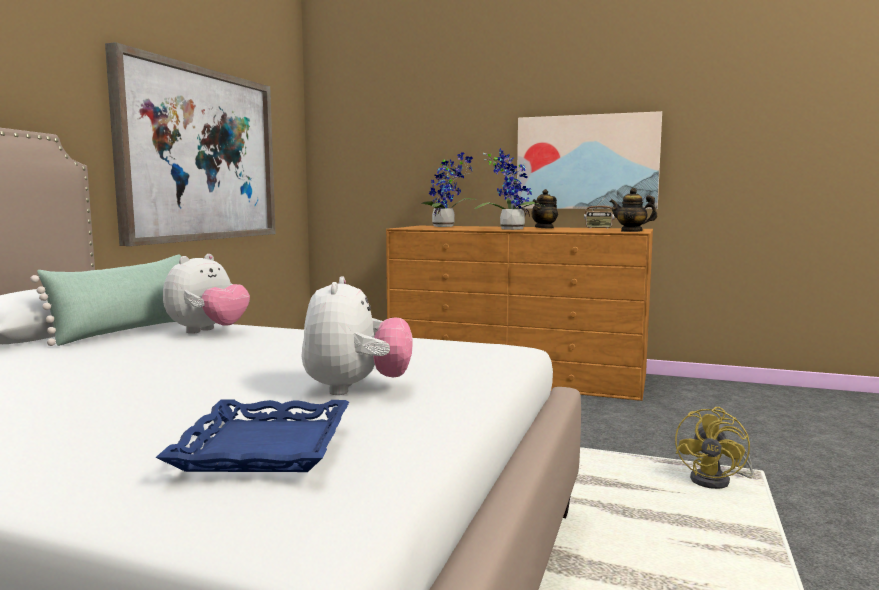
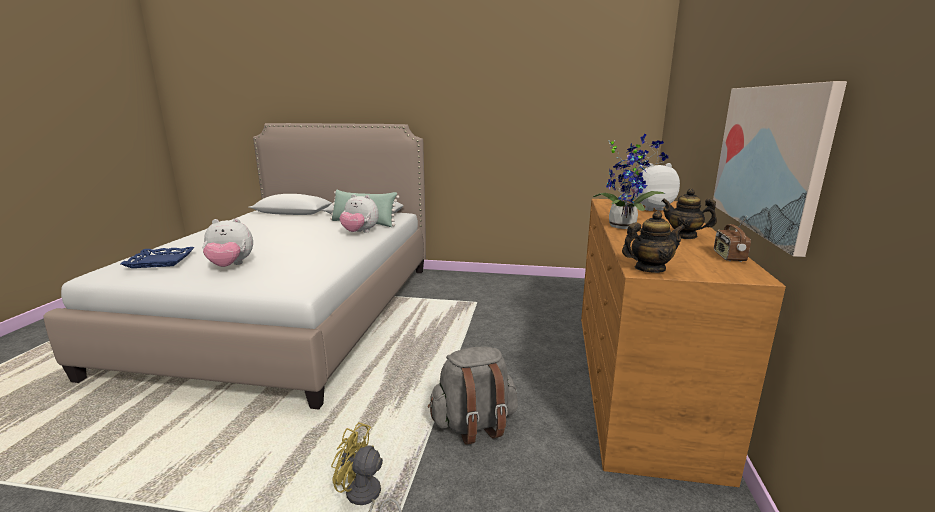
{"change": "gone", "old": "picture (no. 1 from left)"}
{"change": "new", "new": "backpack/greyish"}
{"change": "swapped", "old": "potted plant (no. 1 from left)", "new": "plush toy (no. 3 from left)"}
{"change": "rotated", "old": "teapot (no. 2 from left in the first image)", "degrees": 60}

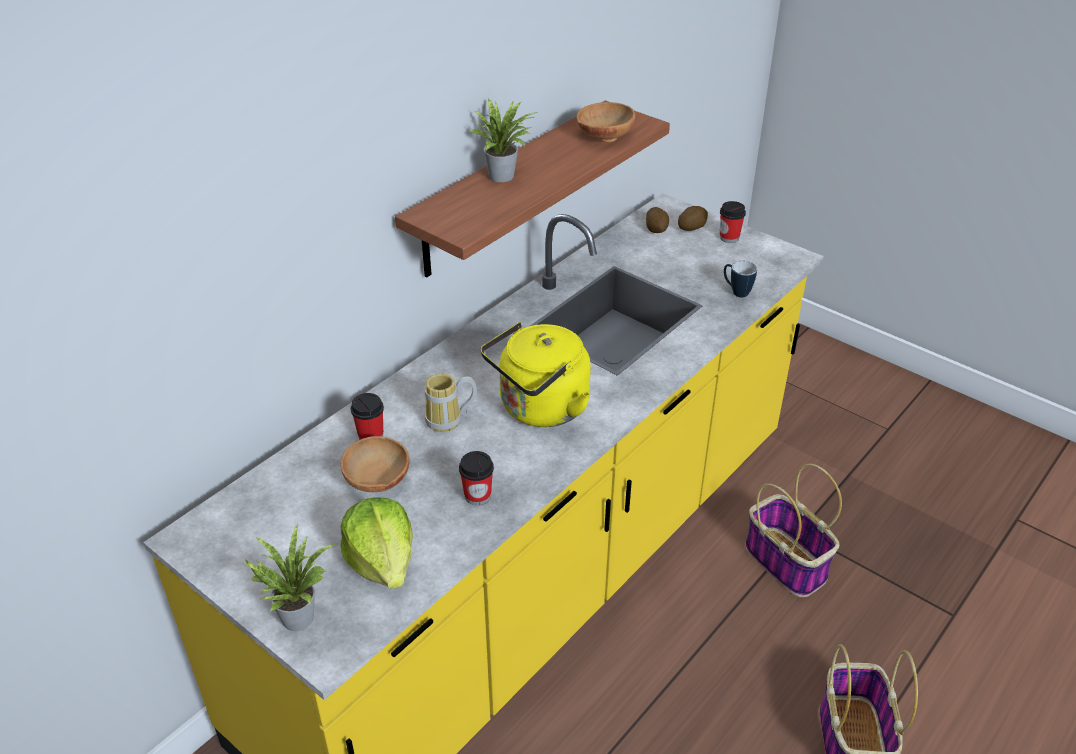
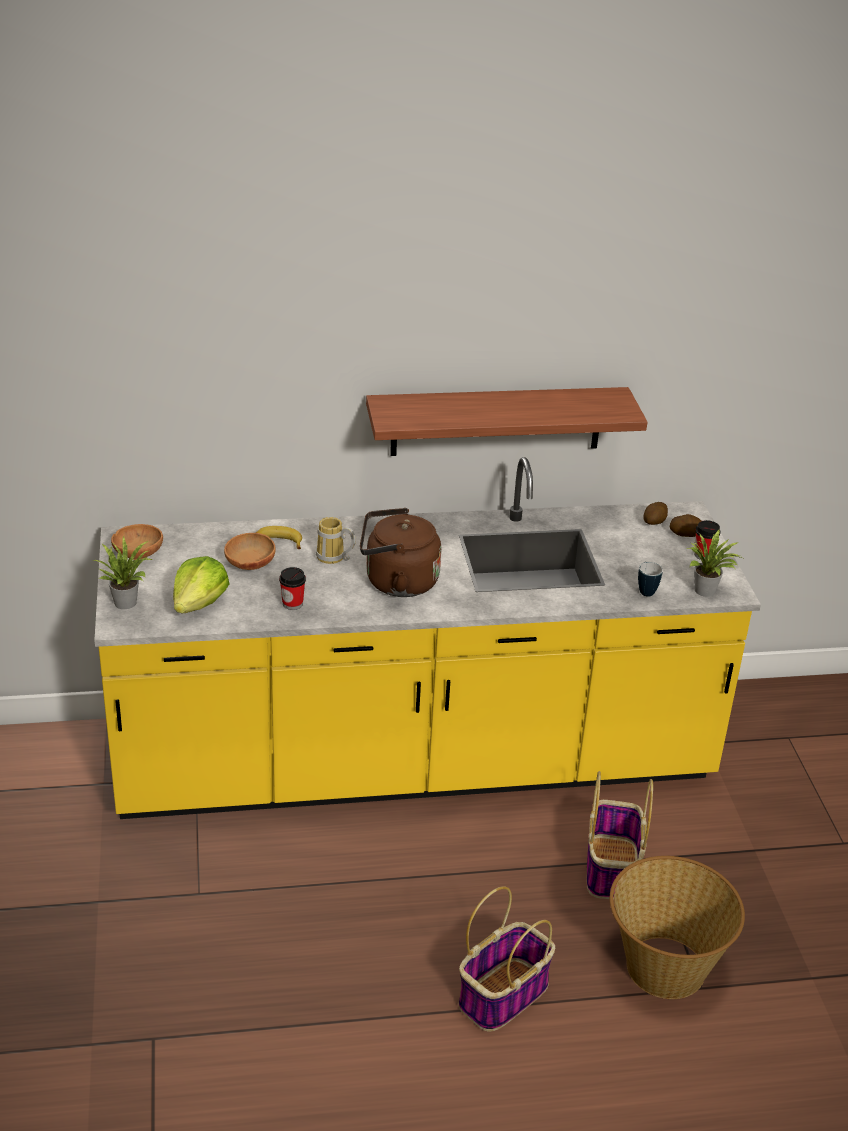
{"change": "new", "new": "household basket (no. 3 from left)"}
{"change": "shifted", "old": "potted plant (no. 2 from left)"}
{"change": "shifted", "old": "deep dish/brownish (no. 2 from left in the first image)", "new": "deep dish/brownish (no. 1 from left)"}
{"change": "swapped", "old": "cup (no. 1 from left)", "new": "whole banana"}
{"change": "repainted", "old": "kettle/yellow-coloured", "new": "kettle/brownish"}

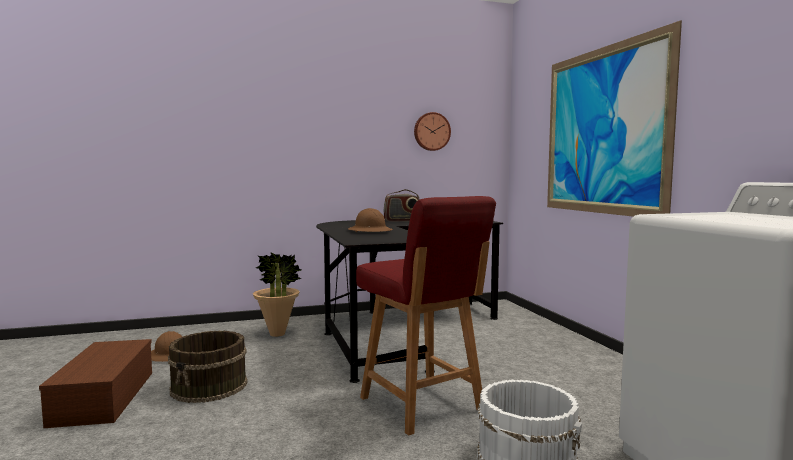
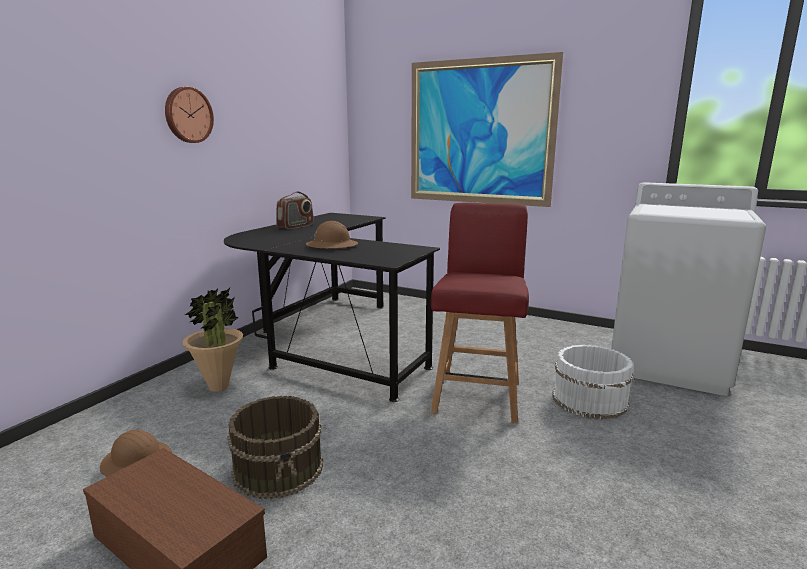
{"change": "shifted", "old": "clock on the wall"}
{"change": "rotated", "old": "upright chair/red-coloured", "degrees": -90}

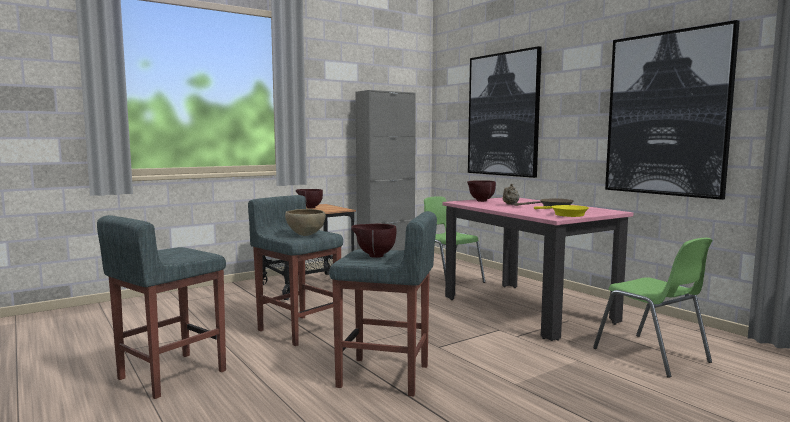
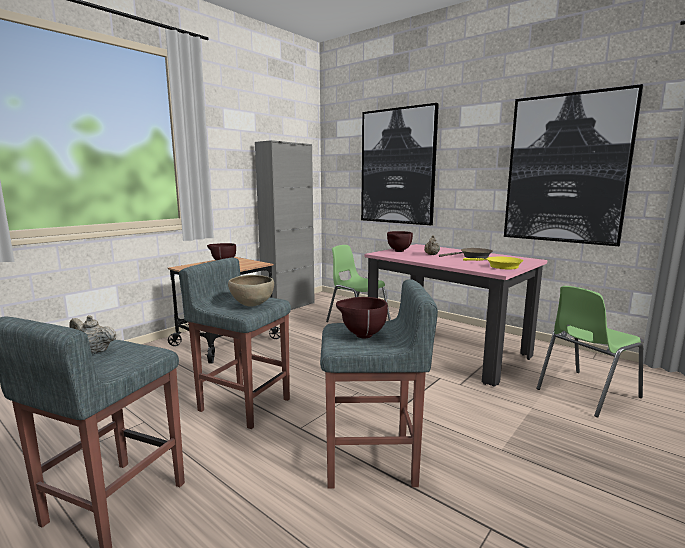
{"change": "new", "new": "teapot/beige-coloured (no. 1 from left)"}
{"change": "rotated", "old": "upright chair/greenish (no. 2 from left)", "degrees": 105}

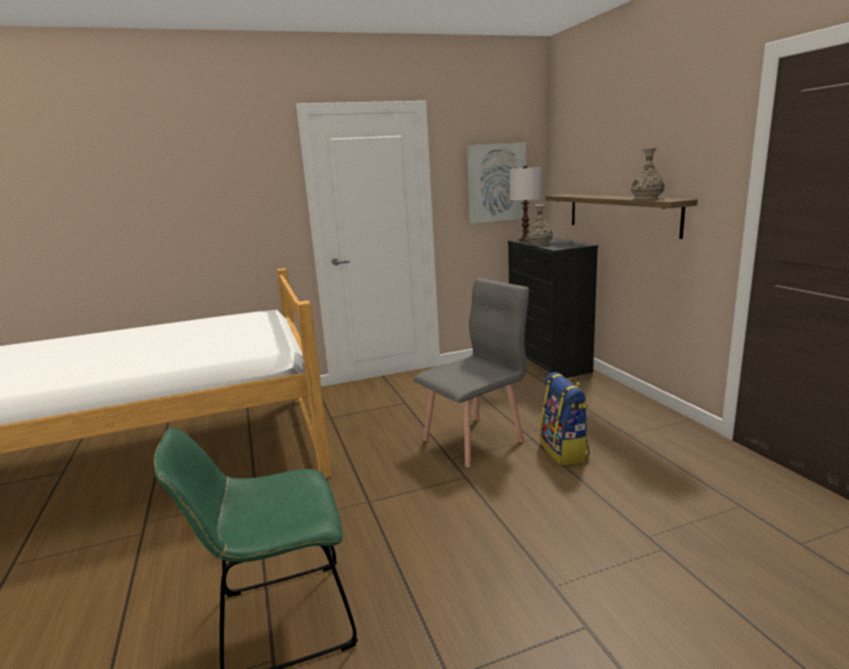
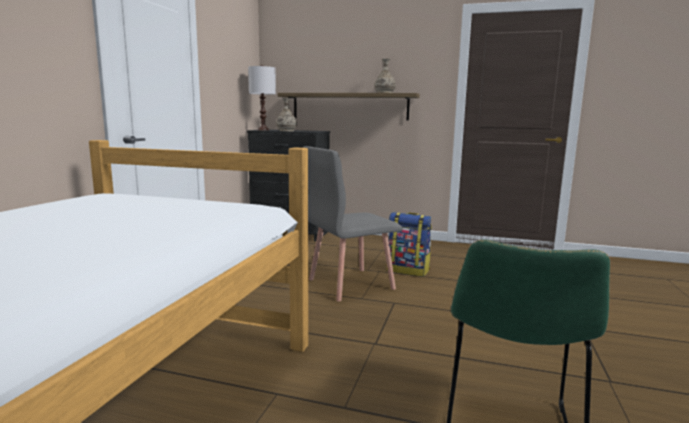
{"change": "gone", "old": "picture"}
{"change": "rotated", "old": "upright chair/greyish", "degrees": -120}

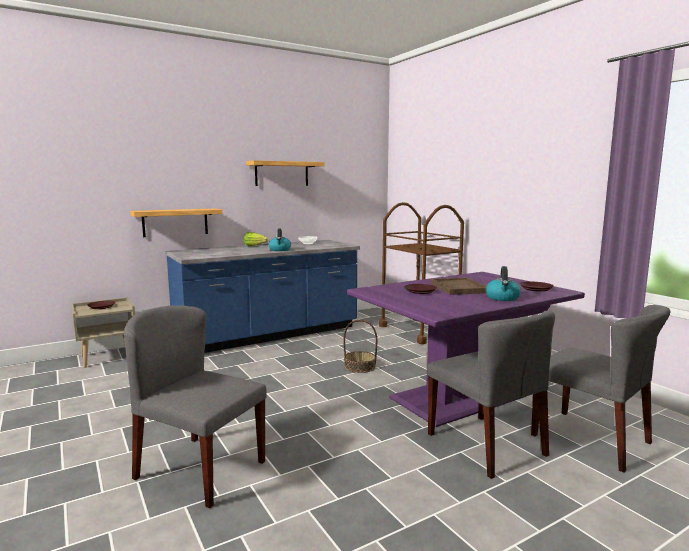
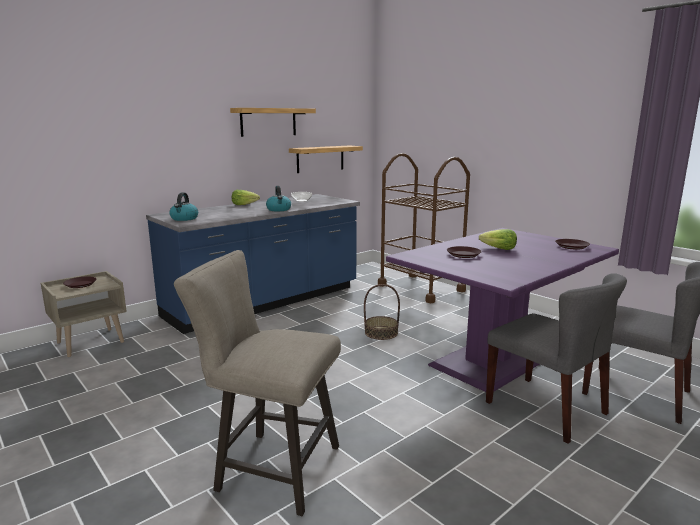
{"change": "shifted", "old": "shelf (no. 1 from left in the first image)", "new": "shelf (no. 2 from left)"}
{"change": "shifted", "old": "kettle (no. 2 from left in the first image)", "new": "kettle (no. 1 from left)"}
{"change": "swapped", "old": "upright chair/greyish (no. 1 from left)", "new": "stool/beige-coloured"}
{"change": "swapped", "old": "carrying tray/brownish", "new": "lettuce (no. 2 from left)"}

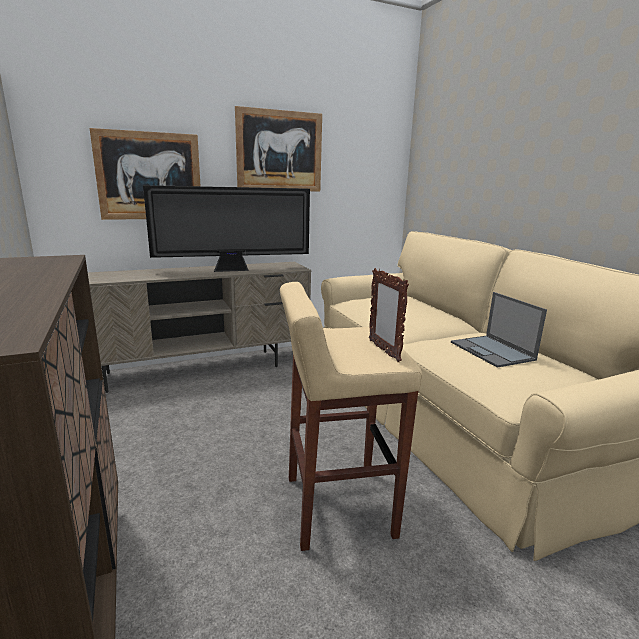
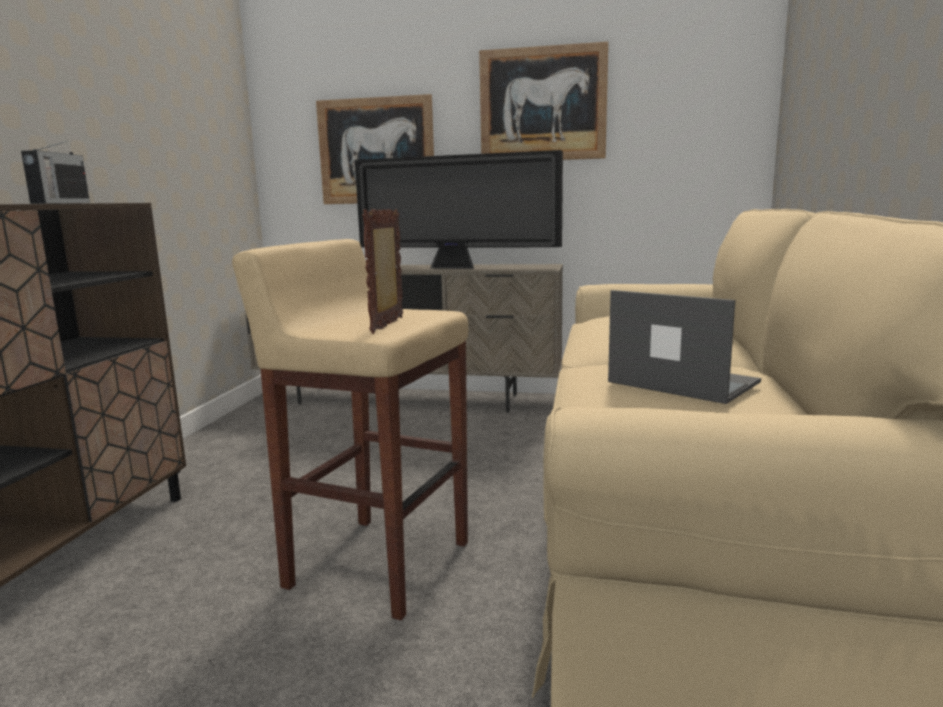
{"change": "new", "new": "radio receiver"}
{"change": "rotated", "old": "portable computer", "degrees": 120}

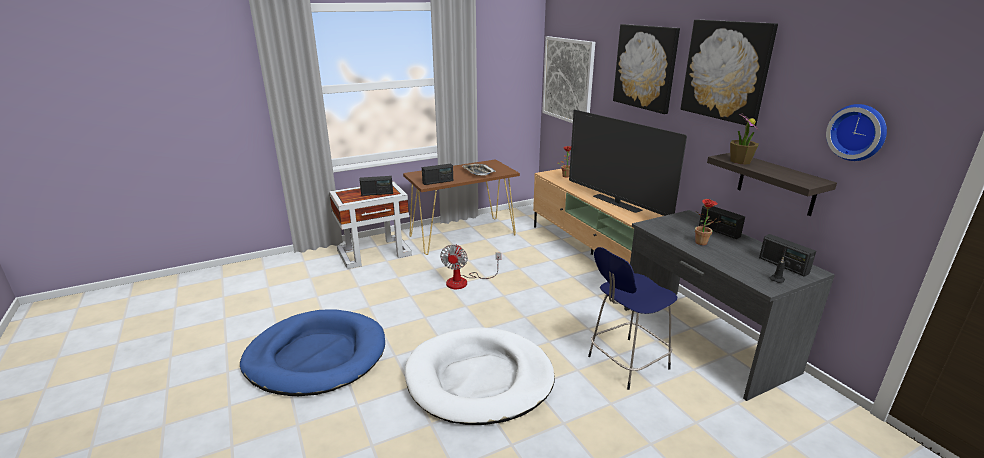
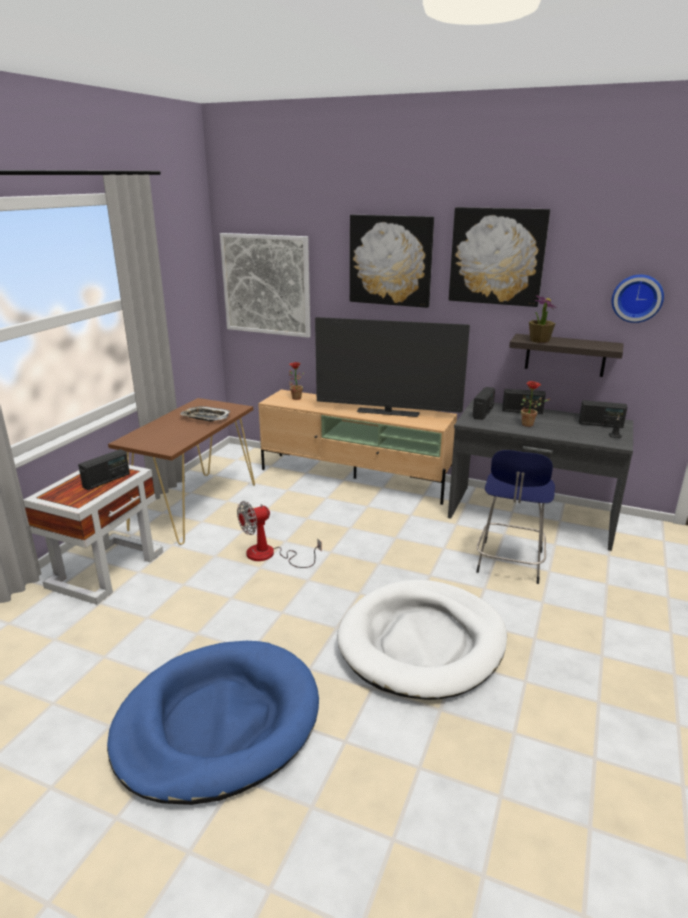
{"change": "shifted", "old": "radio receiver (no. 2 from left)"}
{"change": "rotated", "old": "electric fan", "degrees": 90}

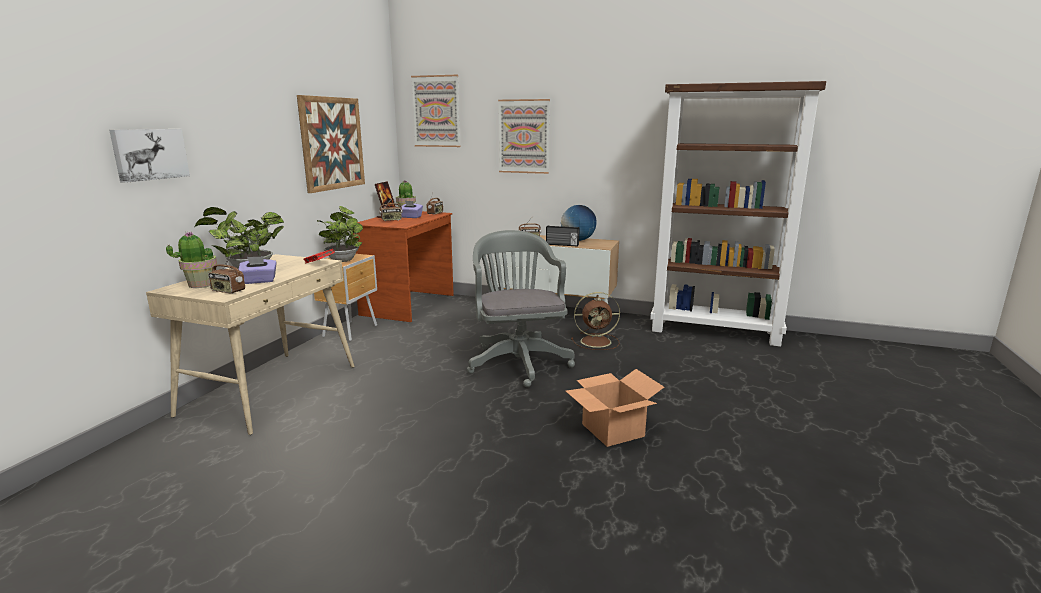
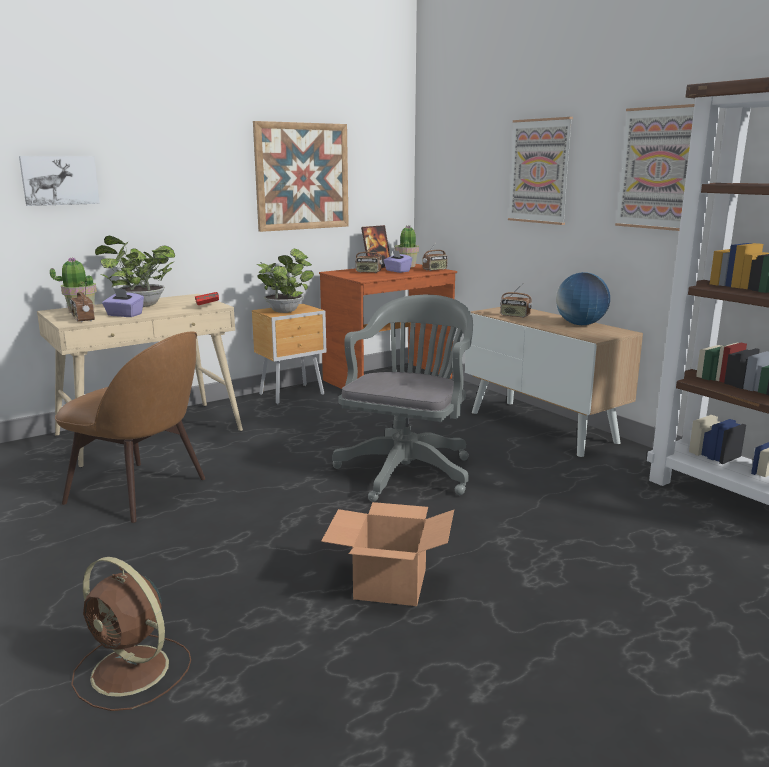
{"change": "gone", "old": "radio receiver (no. 5 from left)"}
{"change": "new", "new": "upright chair/brownish"}
{"change": "shifted", "old": "picture (no. 3 from left in the first image)", "new": "picture (no. 4 from left)"}
{"change": "shifted", "old": "electric fan/brownish"}

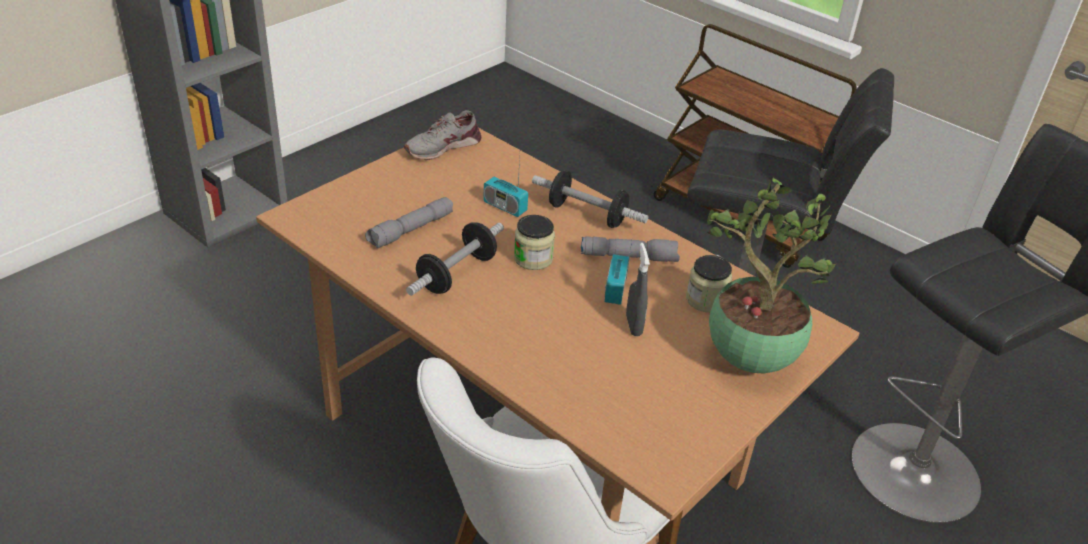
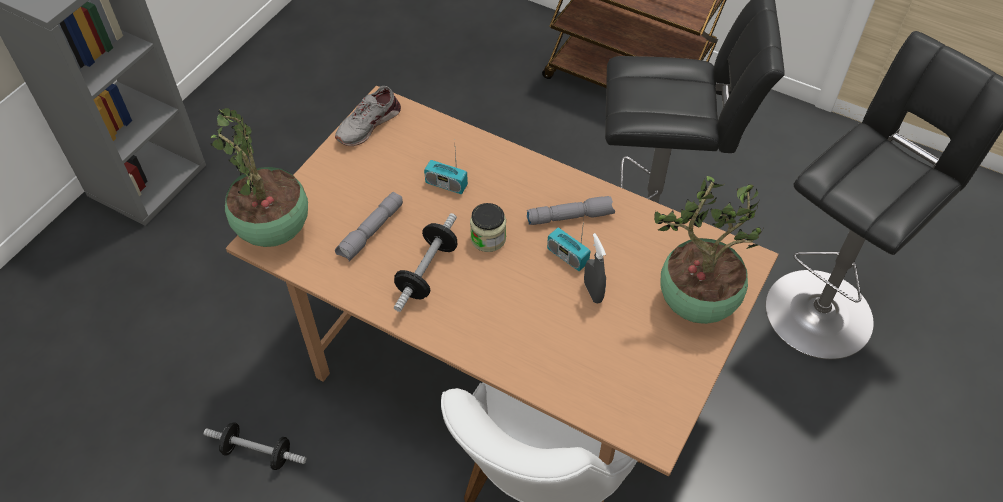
{"change": "gone", "old": "storage jar (no. 2 from left)"}
{"change": "new", "new": "potted plant (no. 1 from left)"}
{"change": "shifted", "old": "hand weight (no. 2 from left in the first image)", "new": "hand weight (no. 1 from left)"}
{"change": "rotated", "old": "radio receiver (no. 2 from left)", "degrees": -45}

